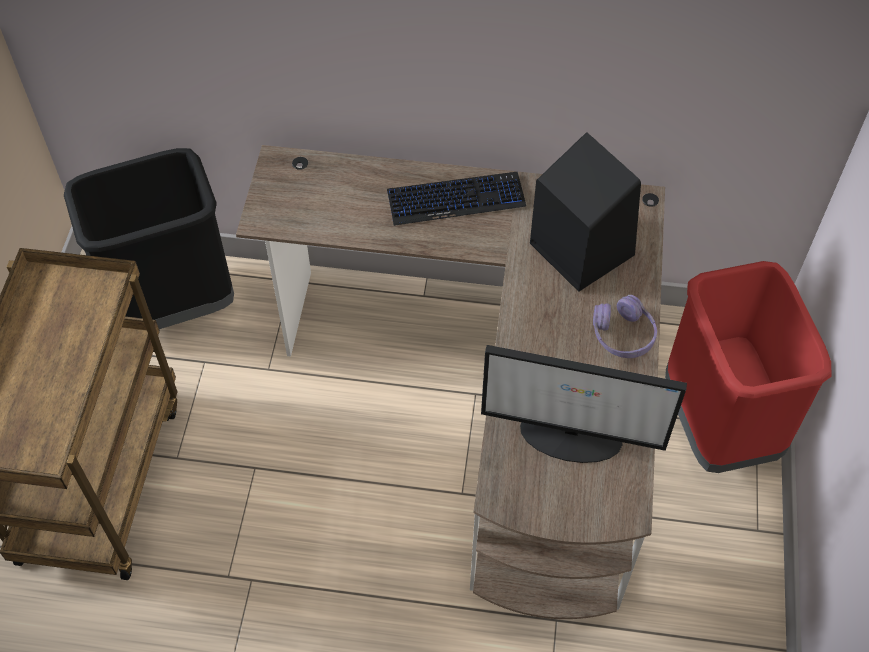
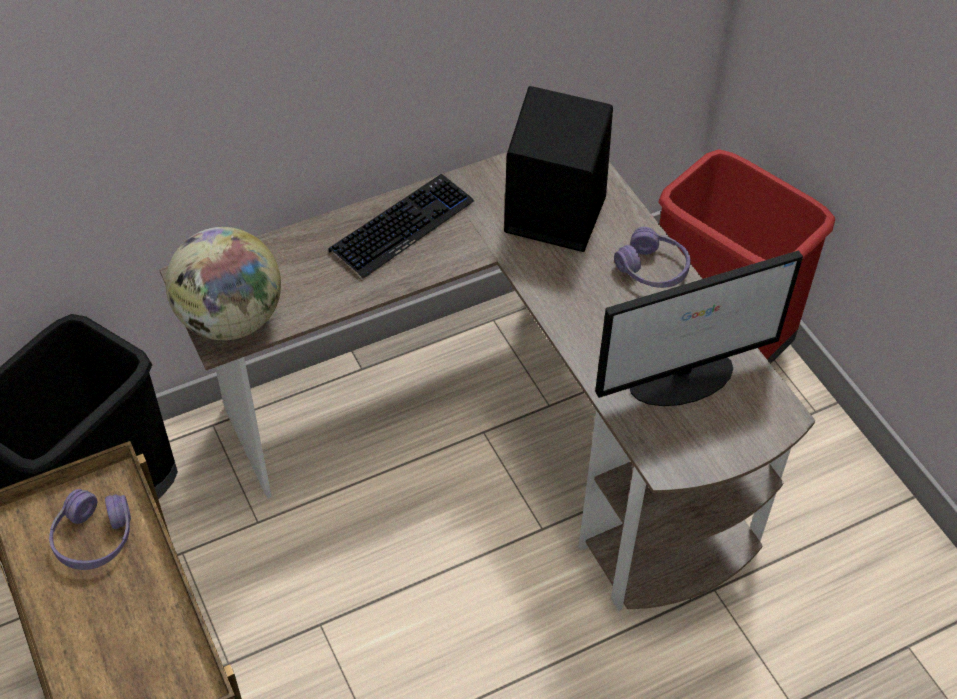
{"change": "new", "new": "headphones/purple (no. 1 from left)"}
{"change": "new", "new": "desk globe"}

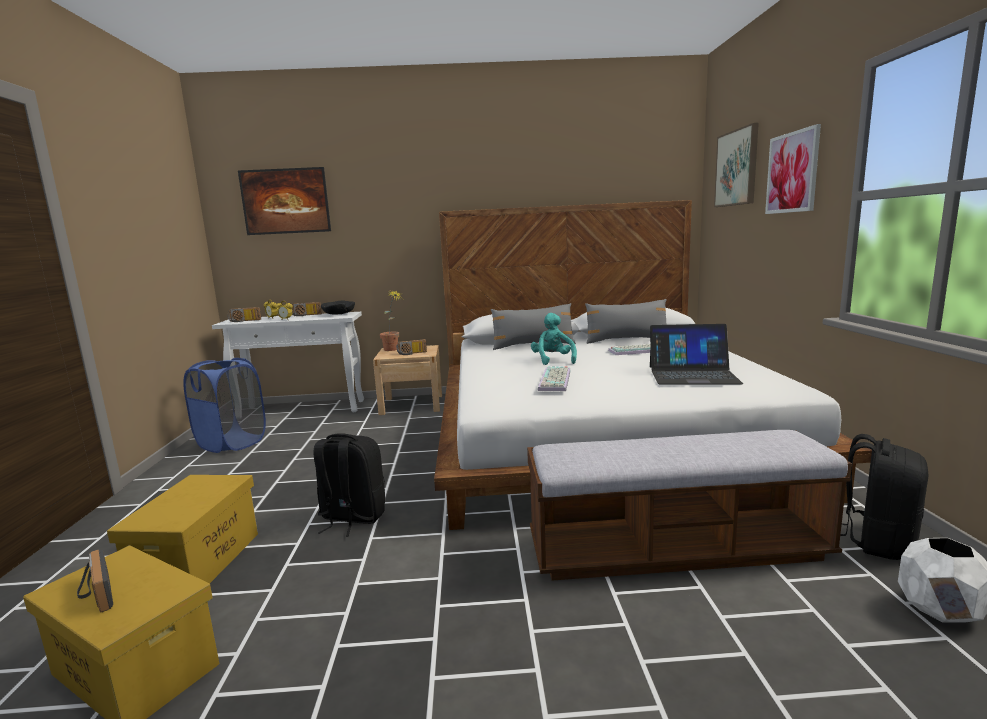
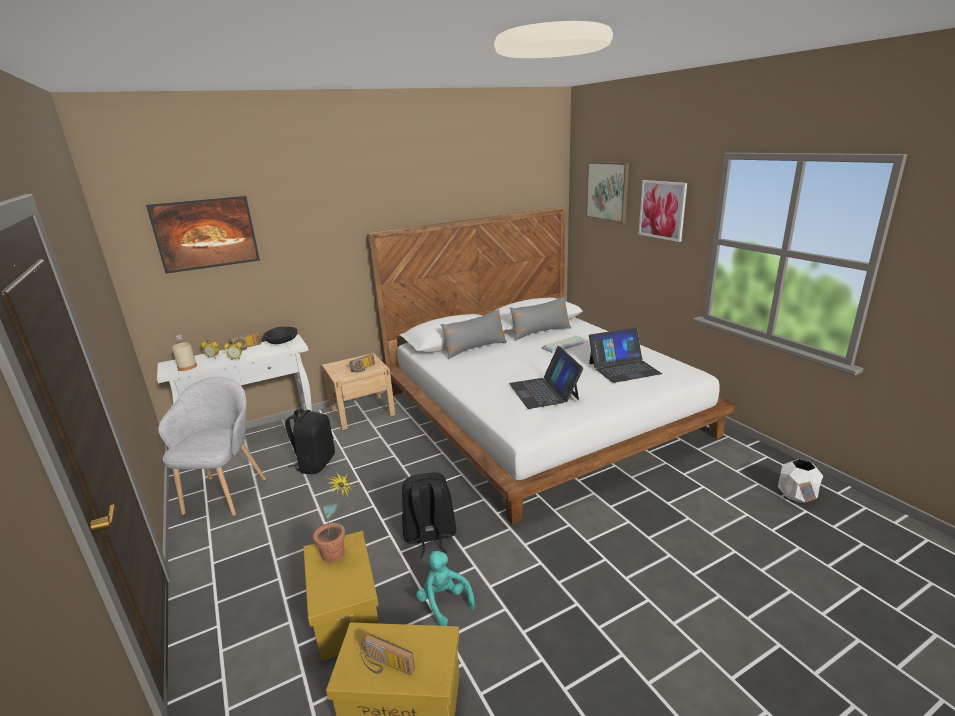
{"change": "gone", "old": "indoor bench"}
{"change": "shifted", "old": "potted plant"}
{"change": "shifted", "old": "plush toy/turquoise"}
{"change": "shifted", "old": "backpack/blackish (no. 2 from left in the first image)", "new": "backpack/blackish (no. 1 from left)"}
{"change": "swapped", "old": "laundry basket/bluish", "new": "lounge chair/greyish"}
{"change": "swapped", "old": "radio receiver (no. 2 from left)", "new": "bottle/beige-coloured"}
{"change": "swapped", "old": "computer keyboard (no. 1 from left)", "new": "portable computer (no. 1 from left)"}

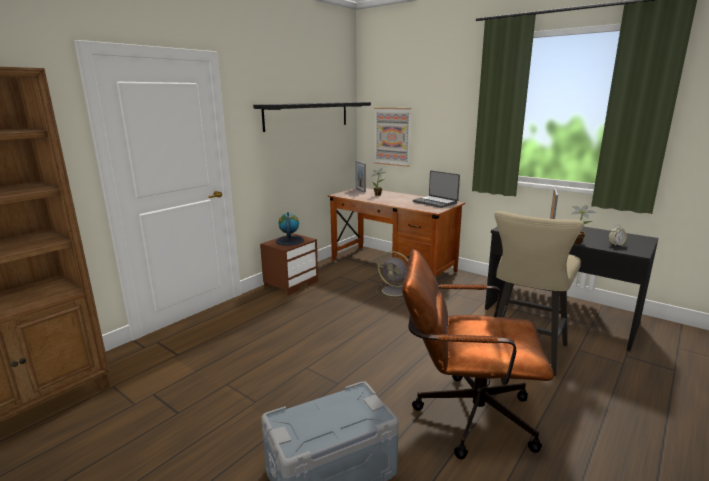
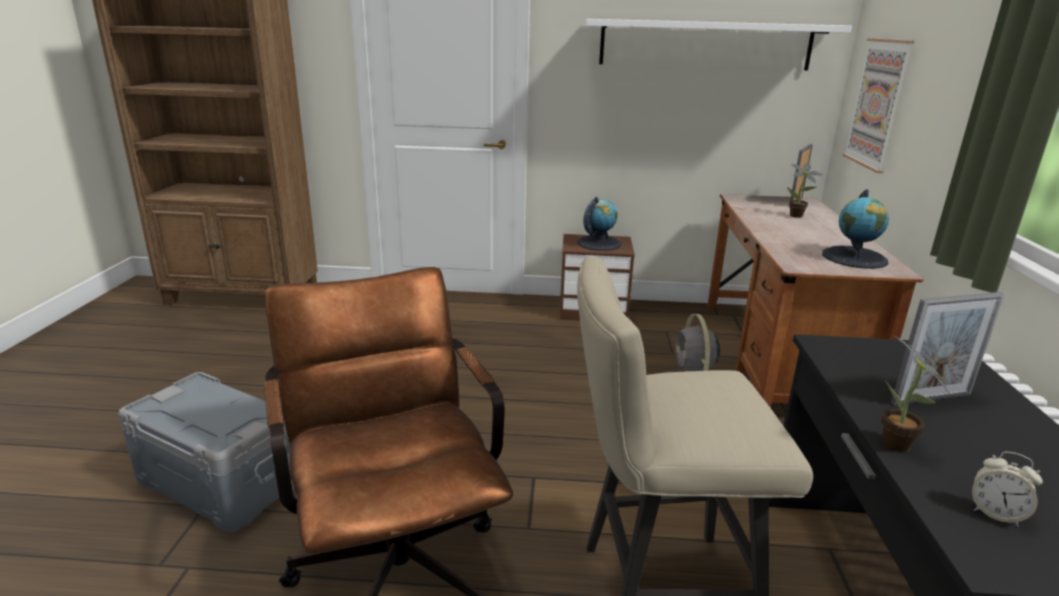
{"change": "swapped", "old": "portable computer", "new": "desk globe (no. 2 from left)"}
{"change": "repainted", "old": "shelf/blackish", "new": "shelf/whitish"}

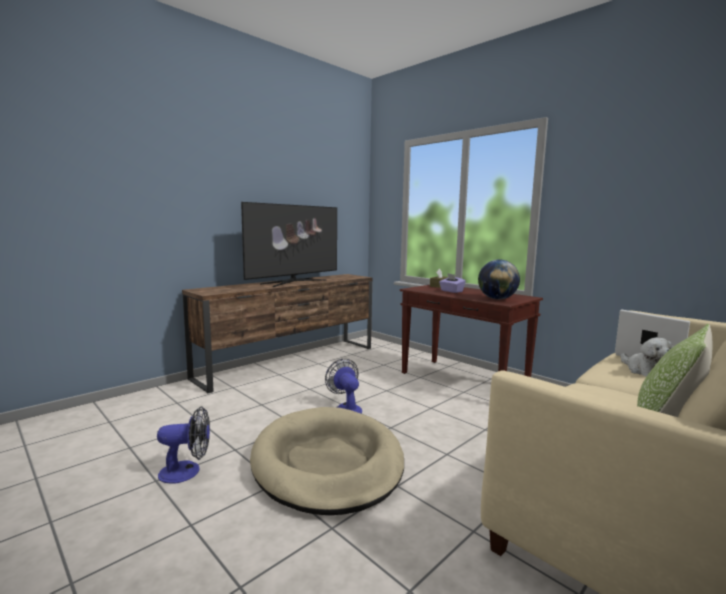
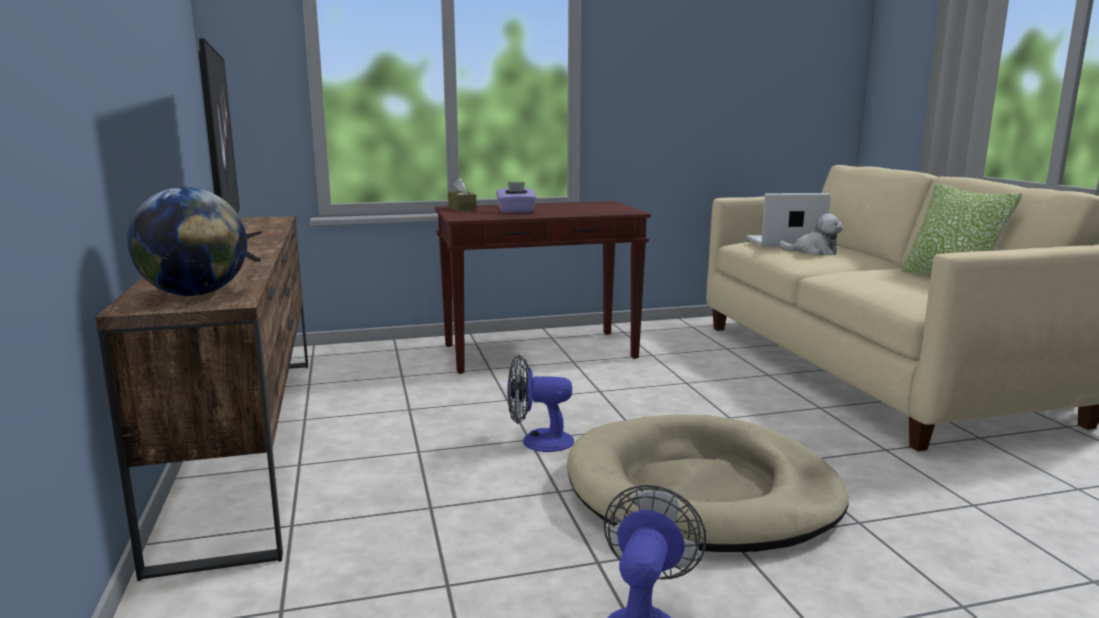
{"change": "shifted", "old": "desk globe"}

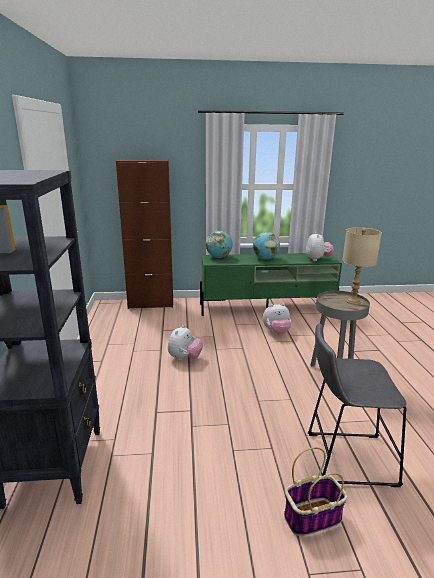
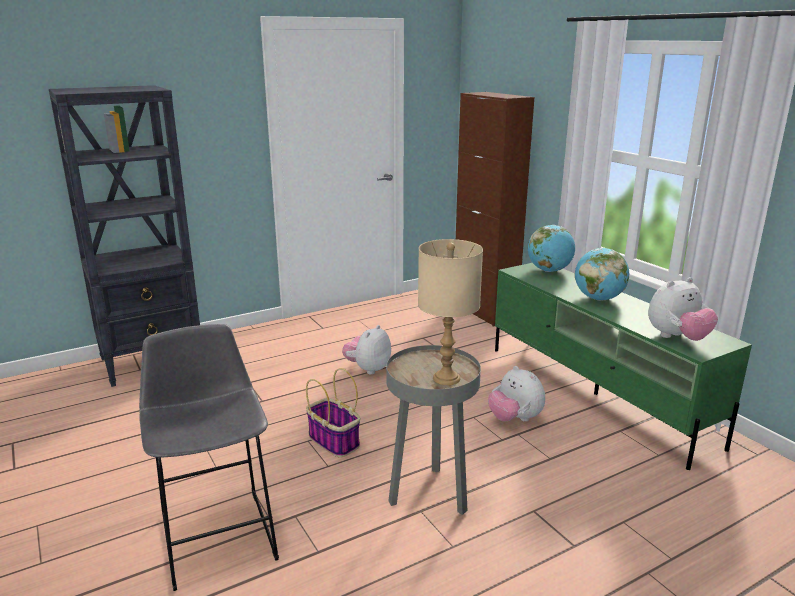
{"change": "shifted", "old": "household basket"}
{"change": "rotated", "old": "plush toy (no. 1 from left)", "degrees": 120}

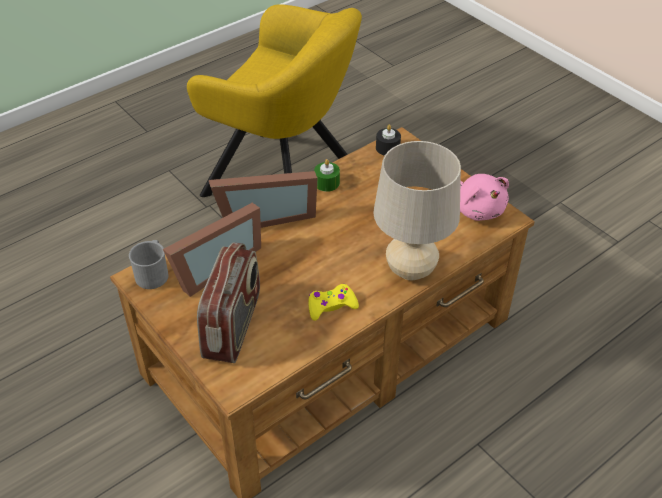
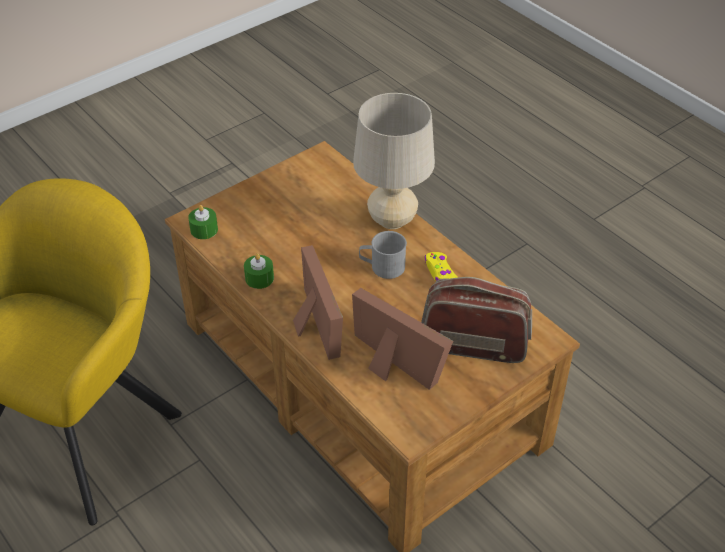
{"change": "gone", "old": "plush toy/pinkish"}
{"change": "shifted", "old": "tea mug/greyish"}
{"change": "repainted", "old": "candle/blackish", "new": "candle/greenish (no. 1 from left)"}

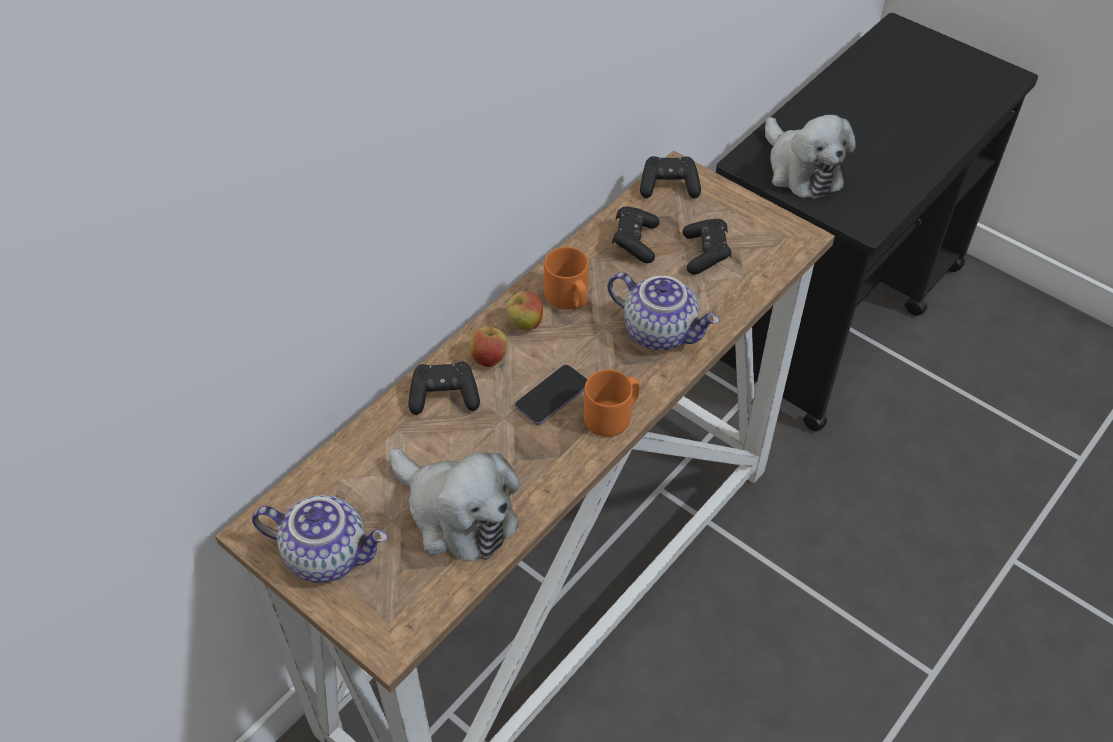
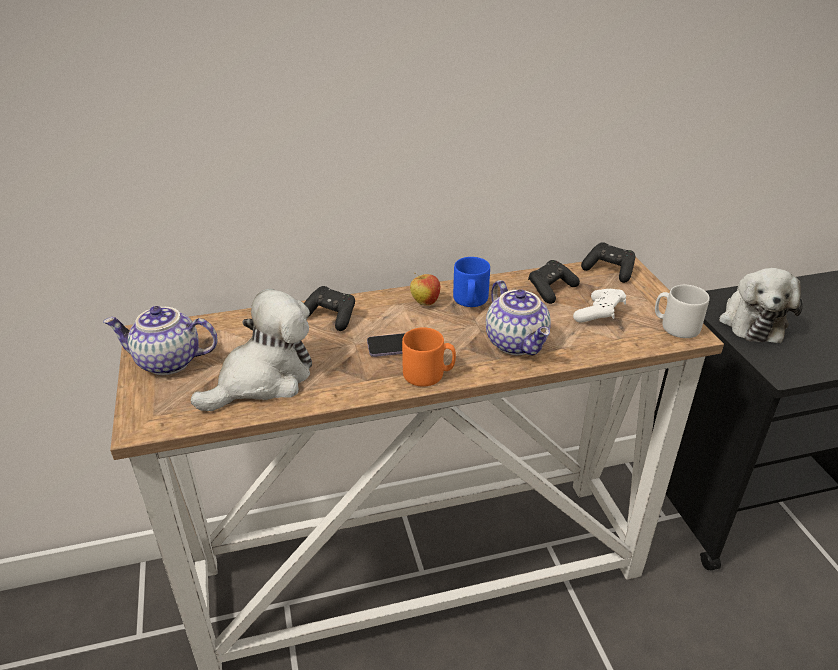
{"change": "gone", "old": "apple (no. 1 from left)"}
{"change": "new", "new": "tea mug/greyish"}
{"change": "repainted", "old": "tea mug/orangey (no. 1 from left)", "new": "tea mug/bluish"}
{"change": "repainted", "old": "game controller/blackish (no. 4 from left)", "new": "game controller/whitish"}
{"change": "rotated", "old": "teapot (no. 1 from left)", "degrees": 135}
{"change": "rotated", "old": "plush toy (no. 1 from left)", "degrees": -120}

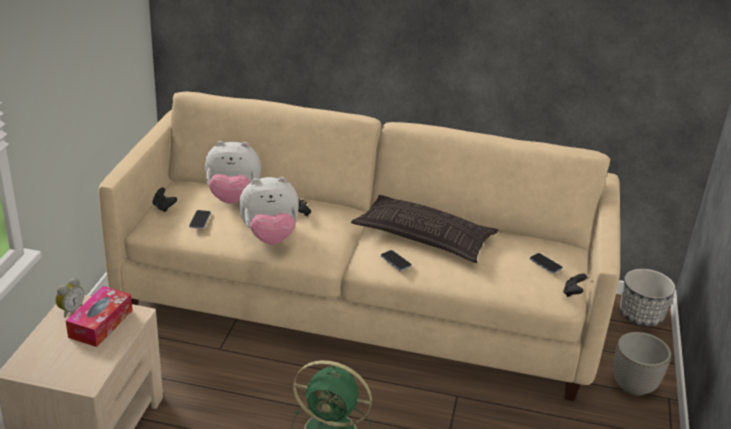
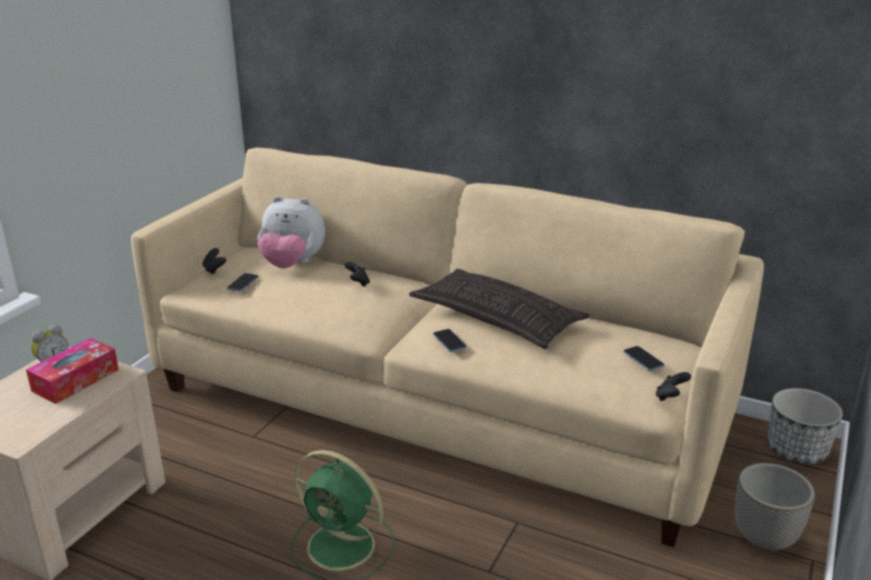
{"change": "gone", "old": "plush toy (no. 2 from left)"}

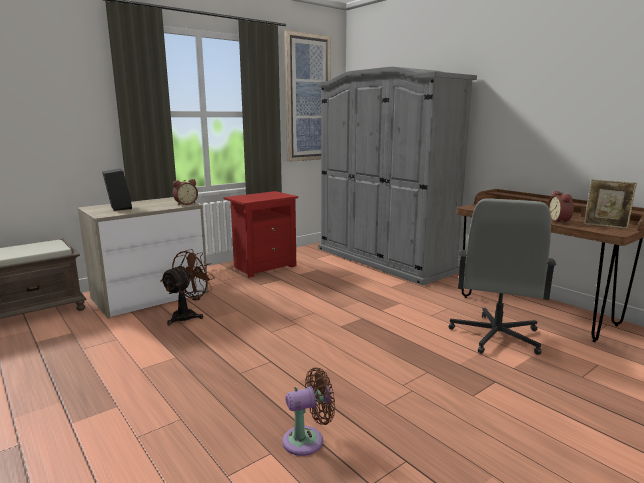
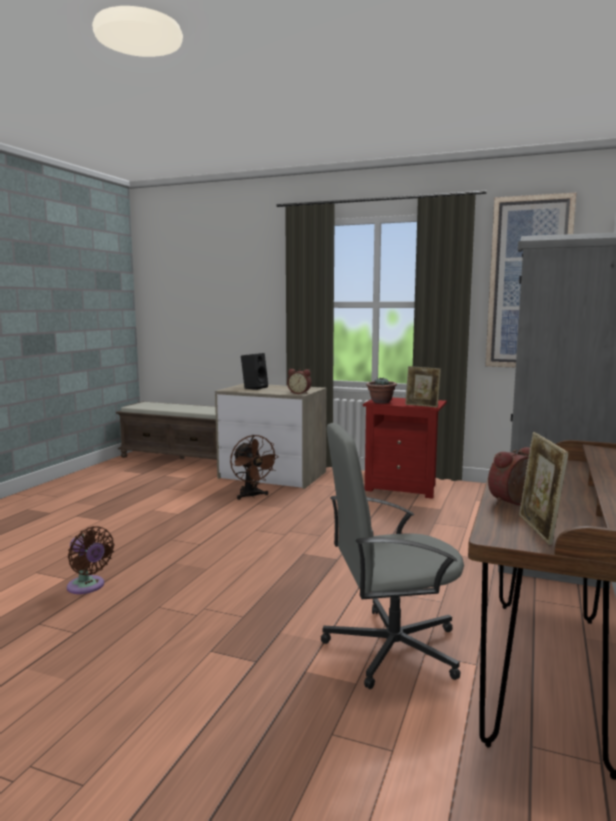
{"change": "new", "new": "potted plant"}
{"change": "new", "new": "photo frame (no. 1 from left)"}
{"change": "rotated", "old": "electric fan/brownish (no. 1 from left in the first image)", "degrees": 60}

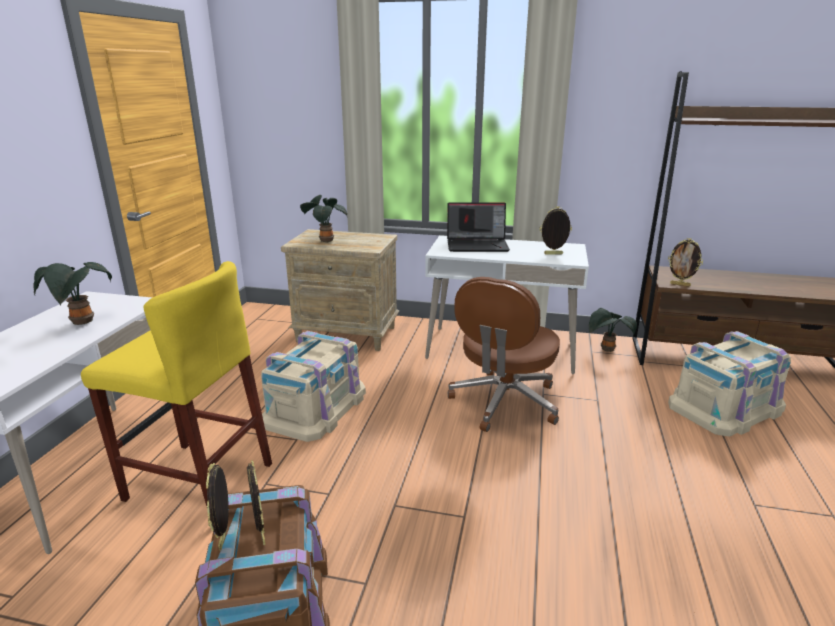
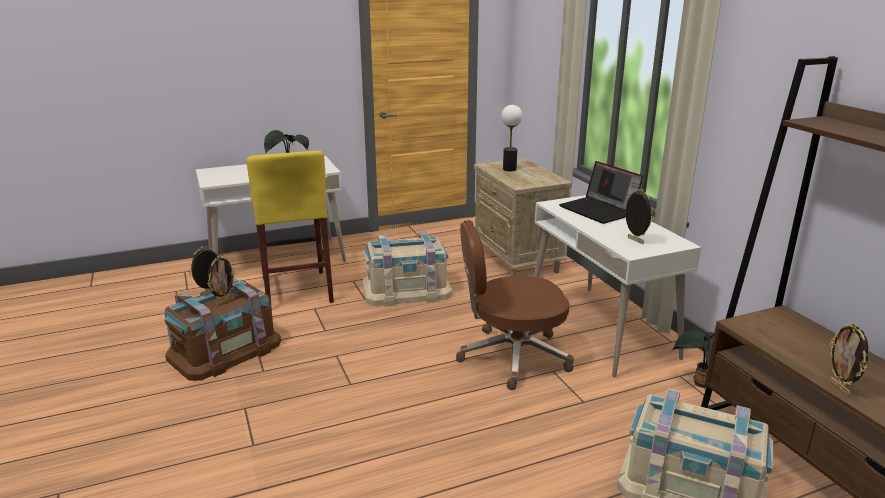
{"change": "shifted", "old": "photo frame (no. 4 from left)"}
{"change": "swapped", "old": "potted plant (no. 2 from left)", "new": "table lamp"}

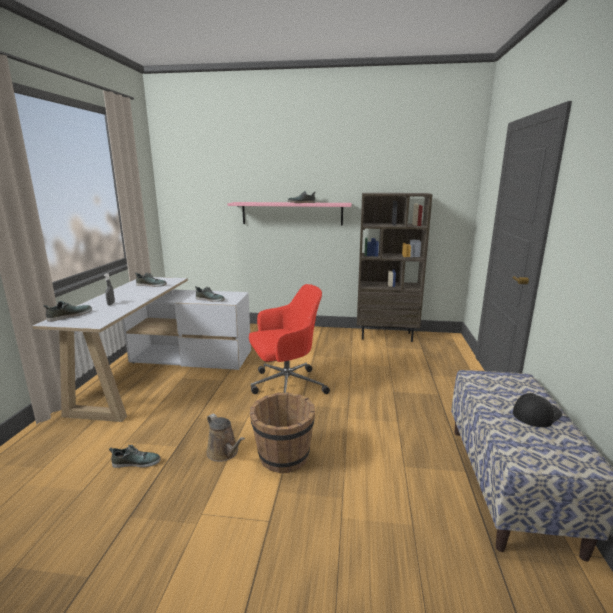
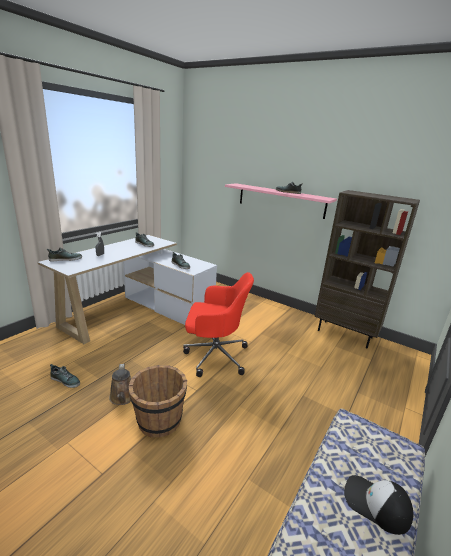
{"change": "rotated", "old": "cap", "degrees": -135}

